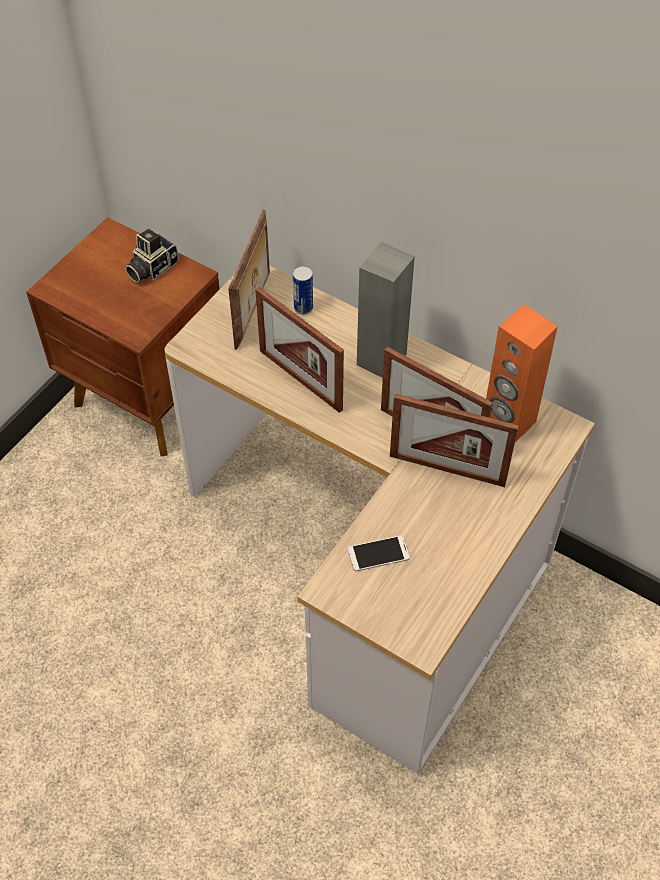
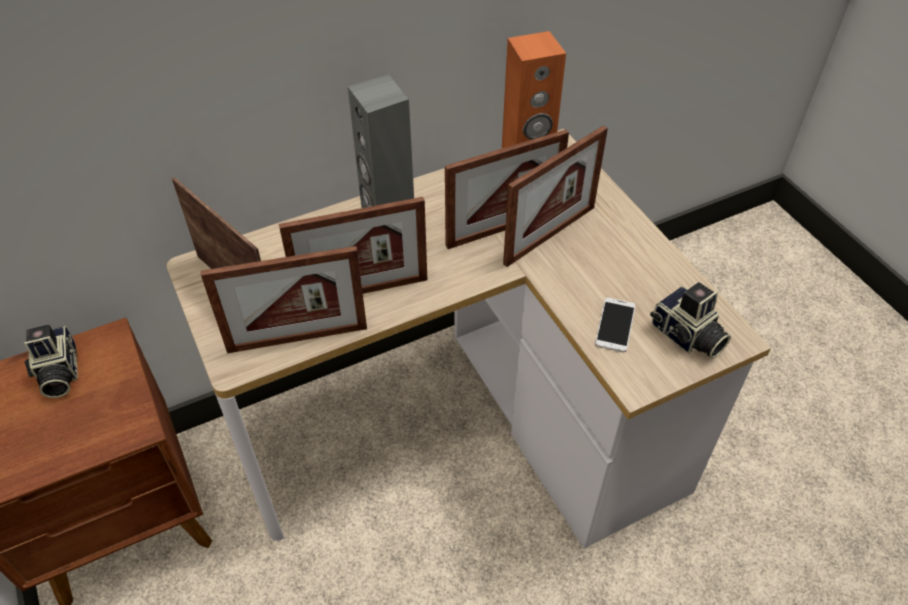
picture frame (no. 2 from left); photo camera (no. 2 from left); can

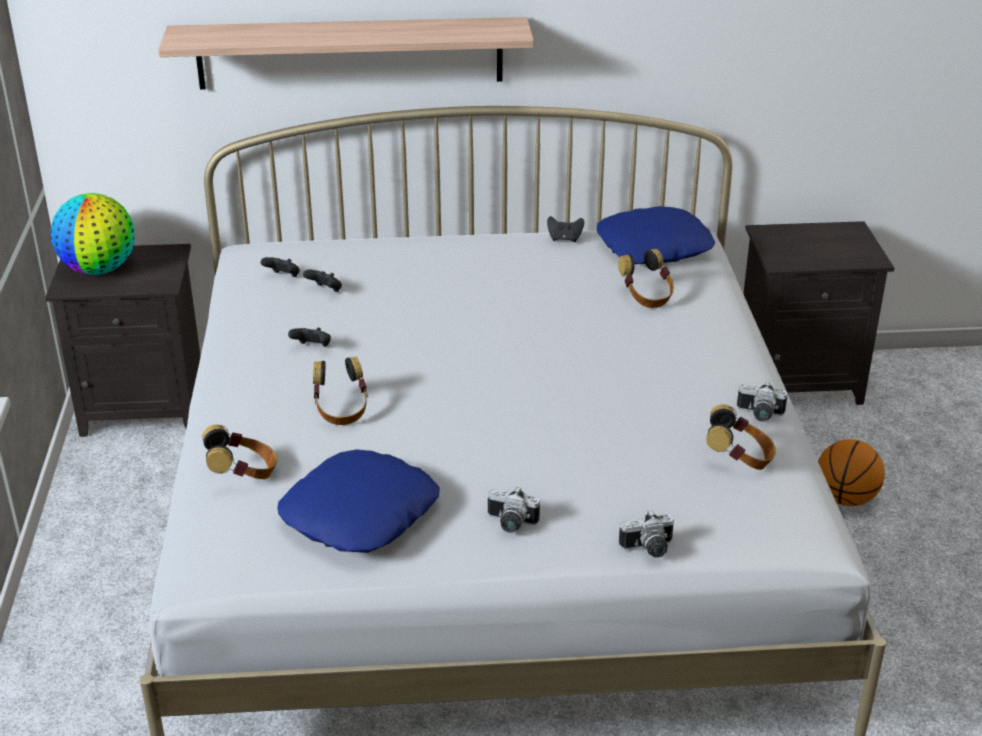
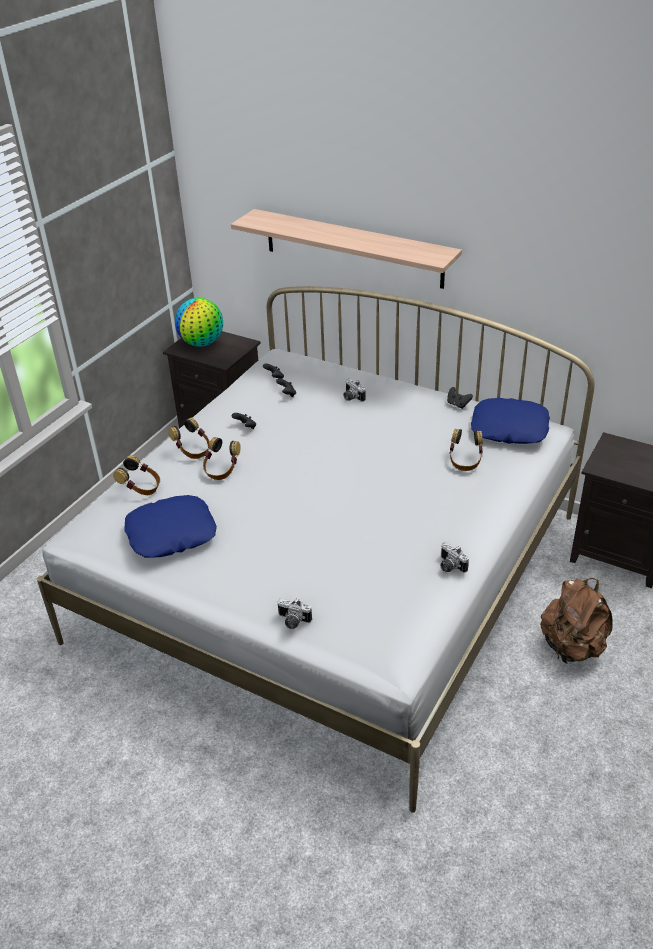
headphones (no. 2 from left); photo camera (no. 2 from left); backpack/brown

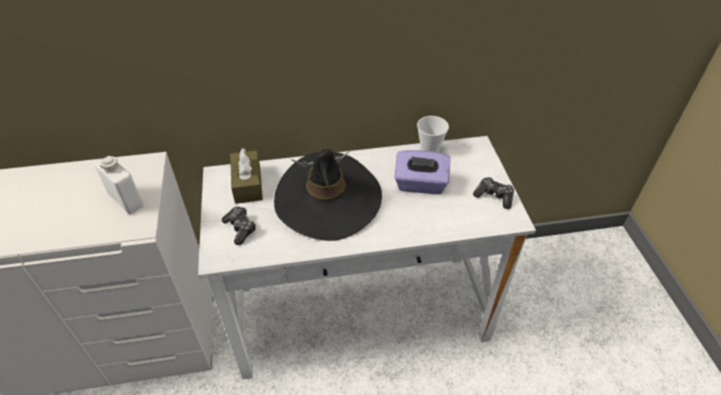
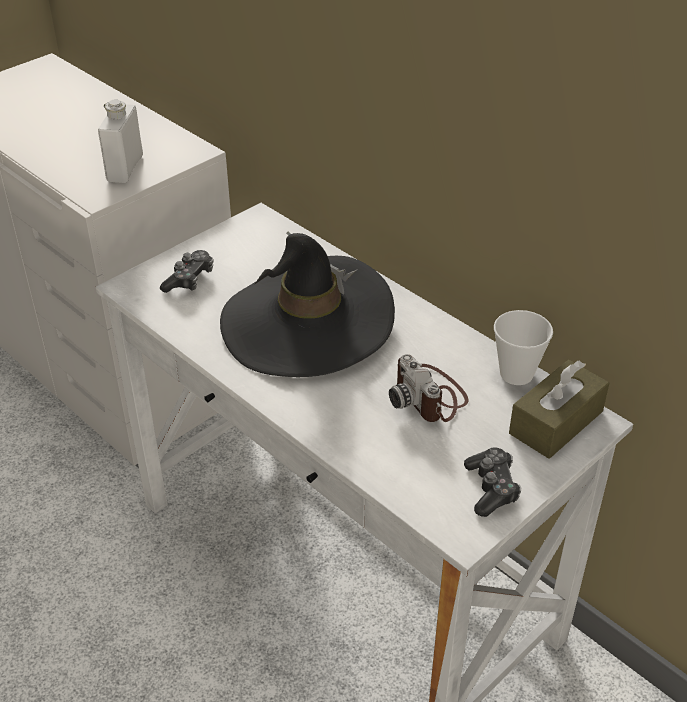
photo camera; tissue box/brown

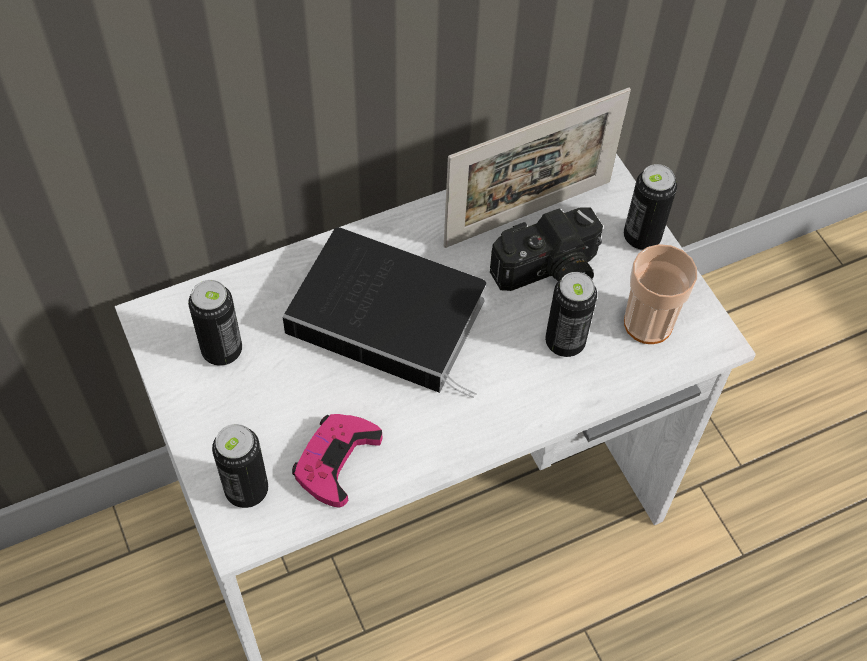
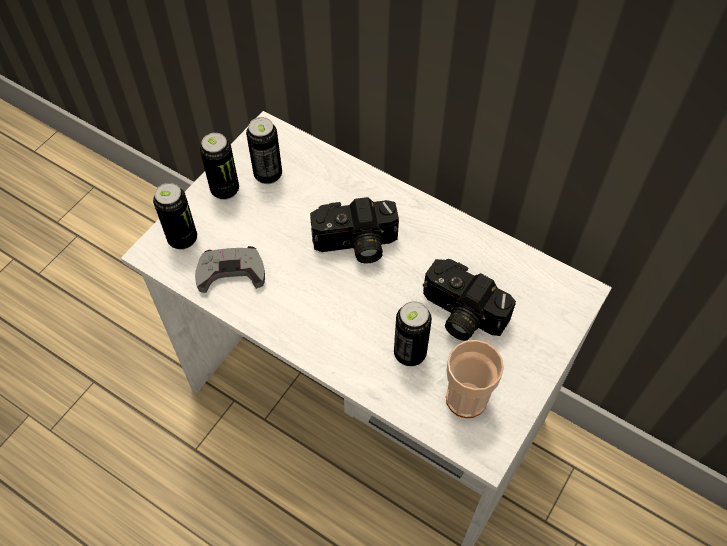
game controller/grey; can (no. 2 from left); photo camera (no. 1 from left); picture frame

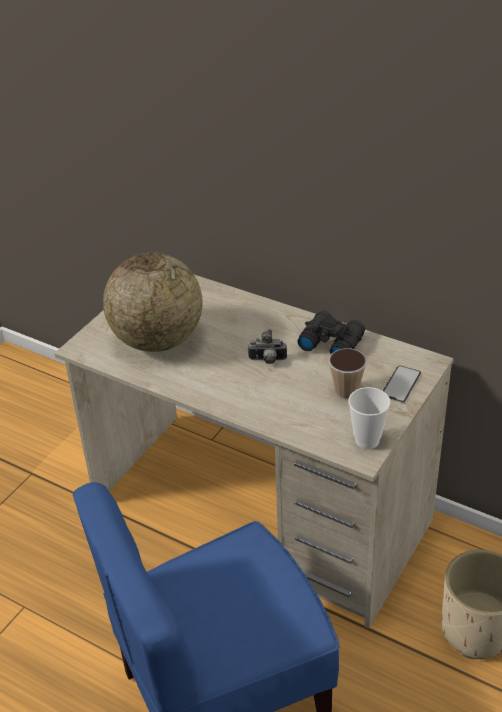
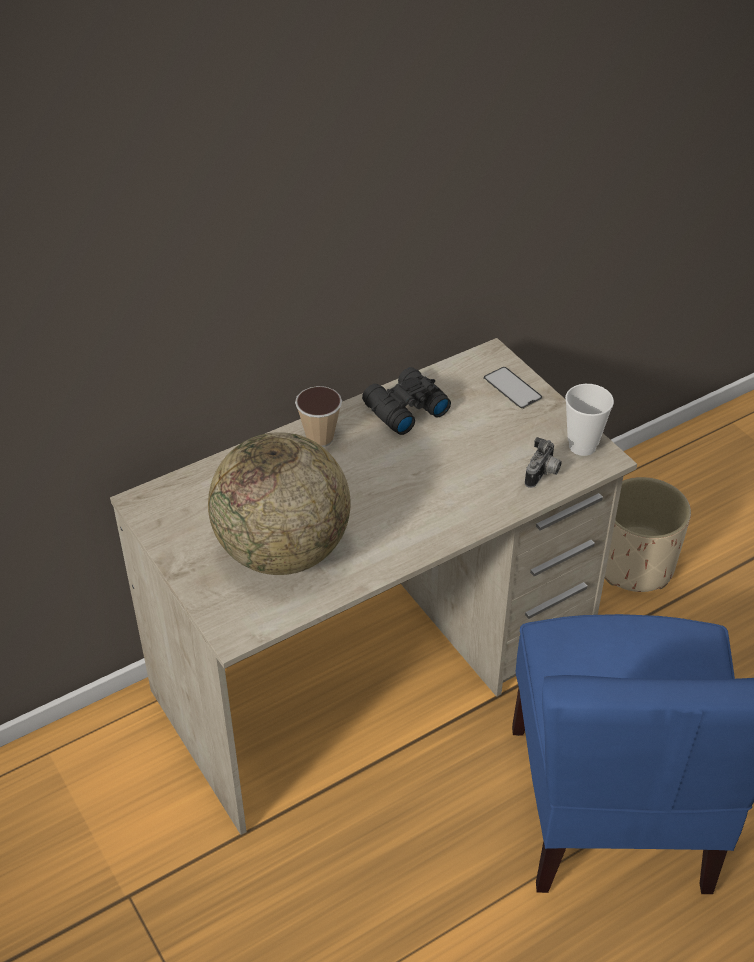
cup (no. 1 from left); photo camera

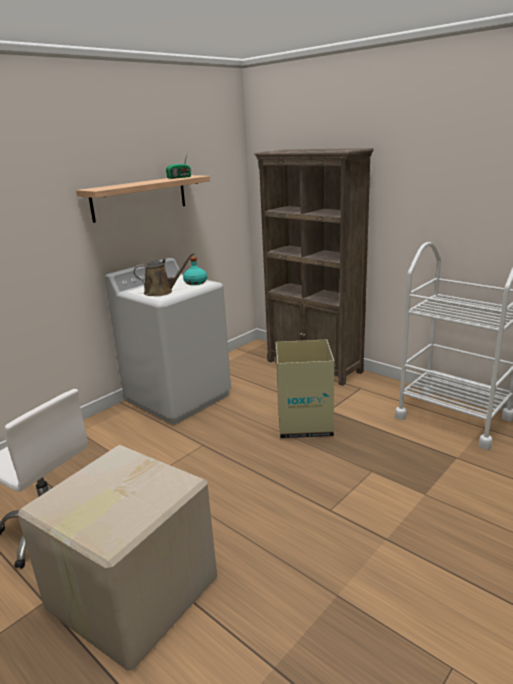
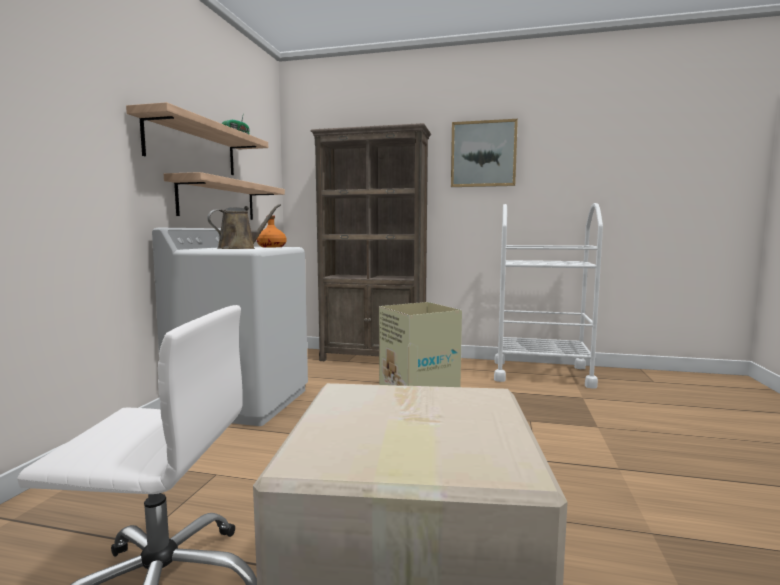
shelf (no. 2 from left); bottle/orange; picture

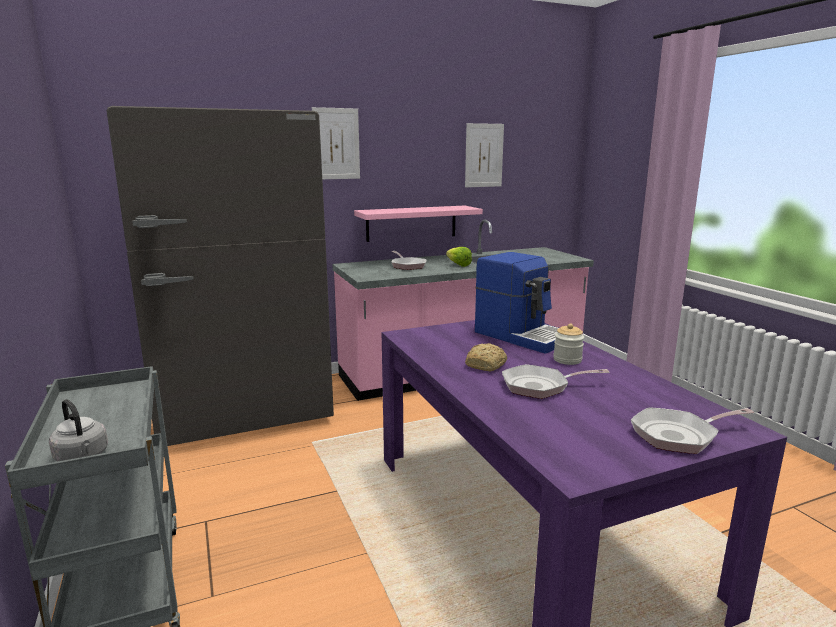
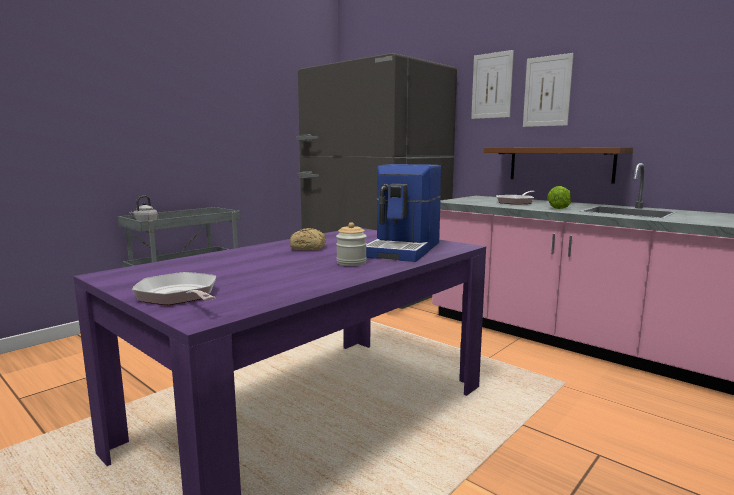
shelf/brown; picture (no. 2 from left); frying pan (no. 2 from left in the first image)

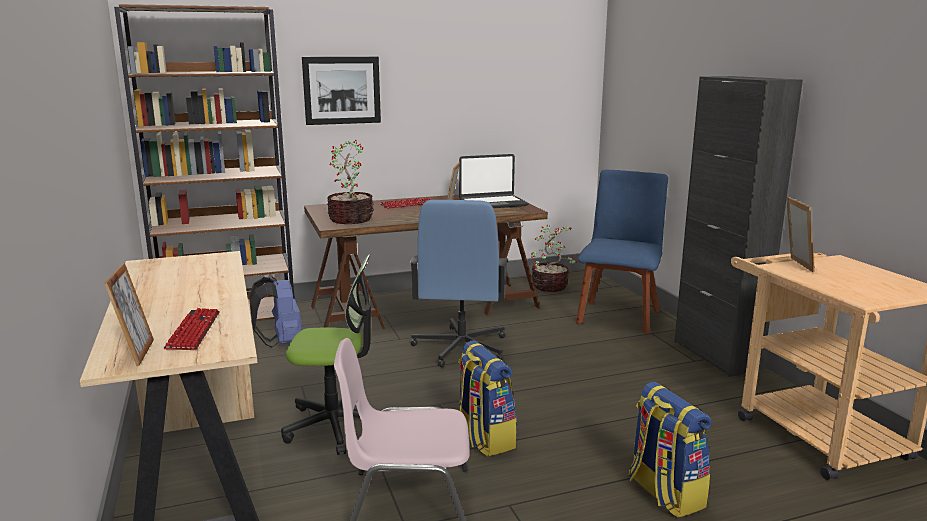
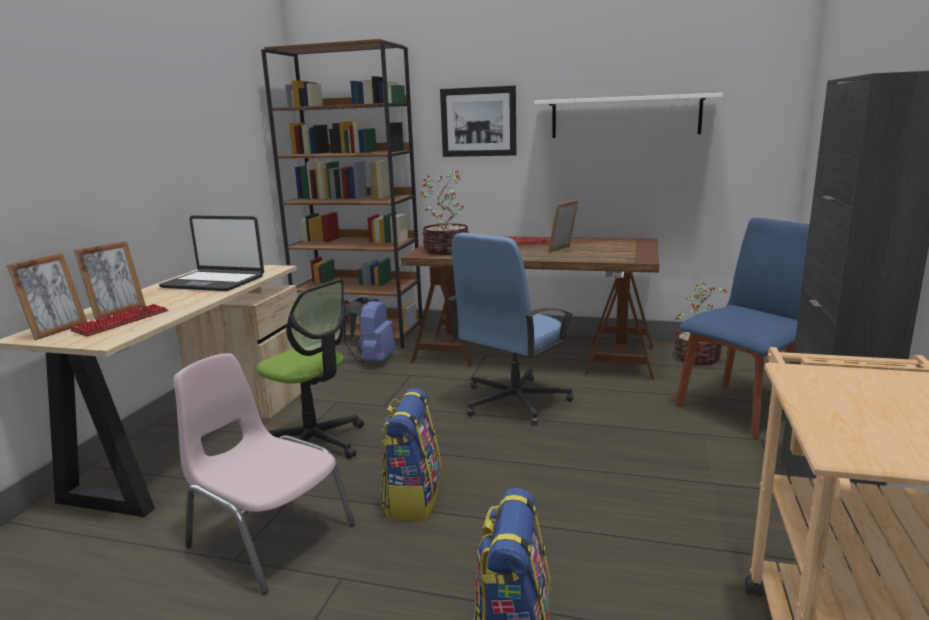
picture frame (no. 2 from left); laptop; shelf/white

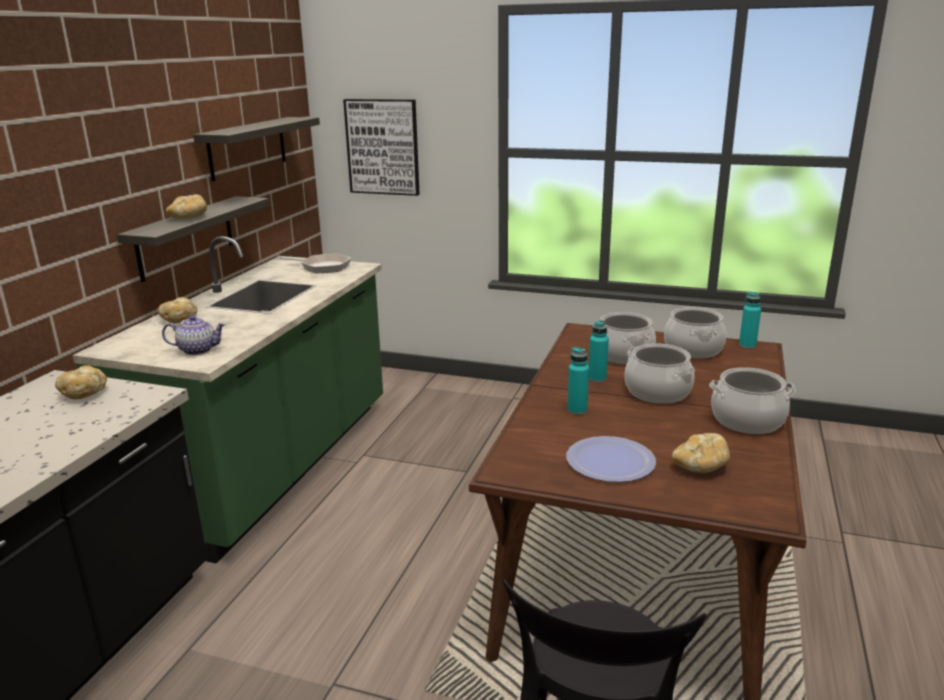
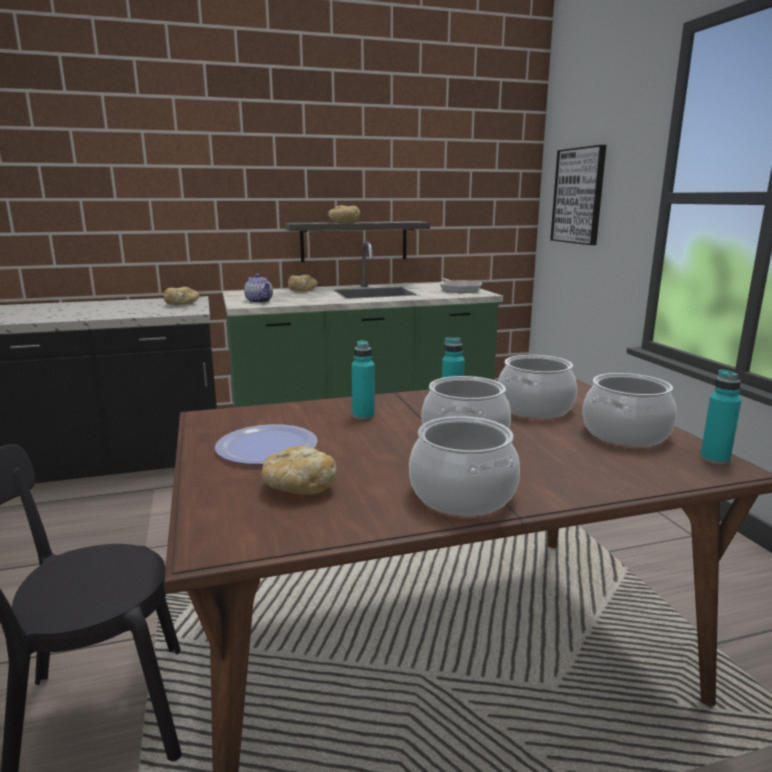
shelf (no. 2 from left in the first image)

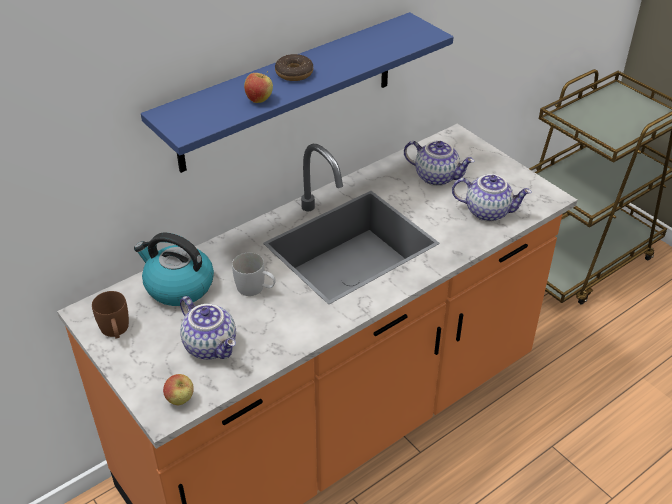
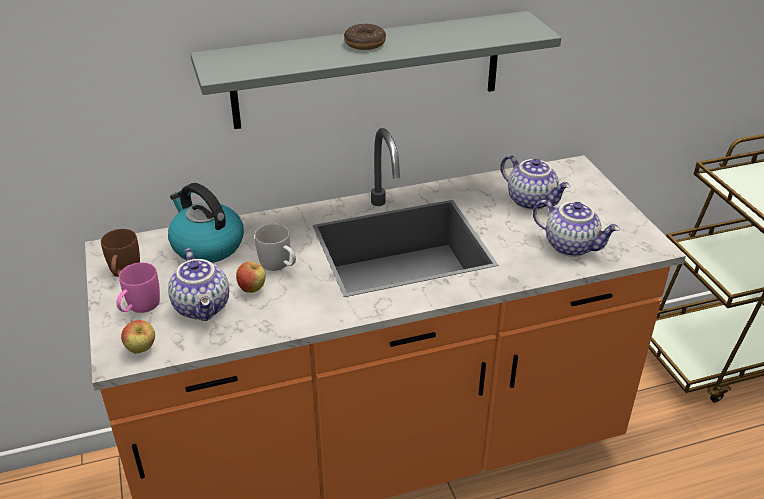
mug/pink; shelf/grey; apple (no. 2 from left)

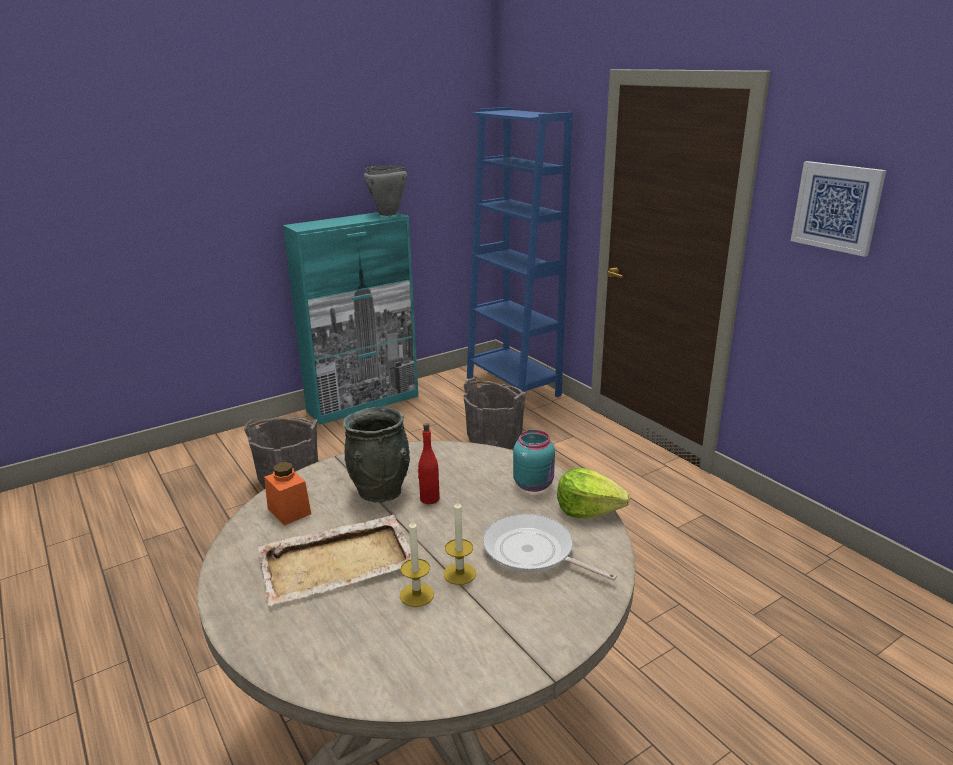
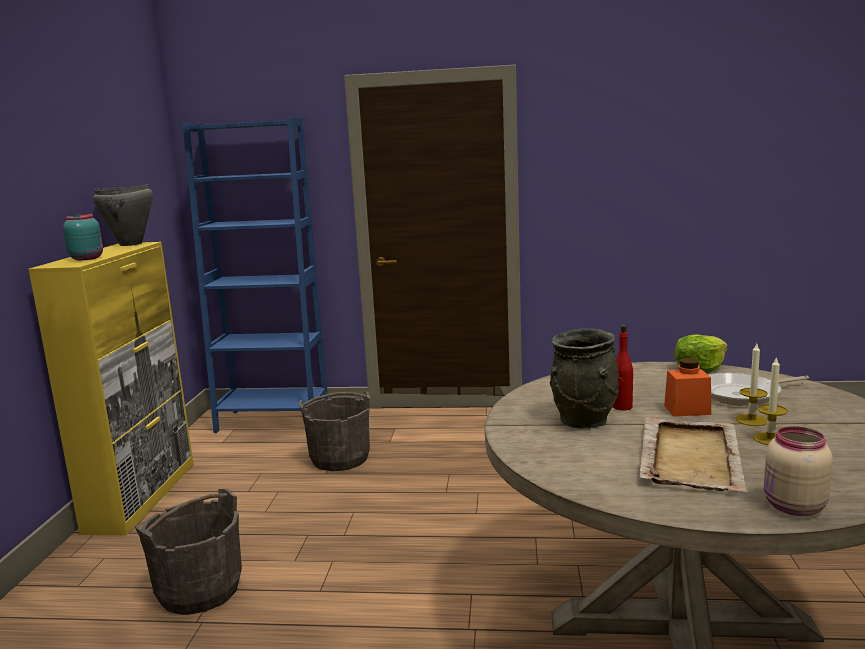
cabinet/yellow; jar/turquoise; jar/orange; jar/beige; picture

